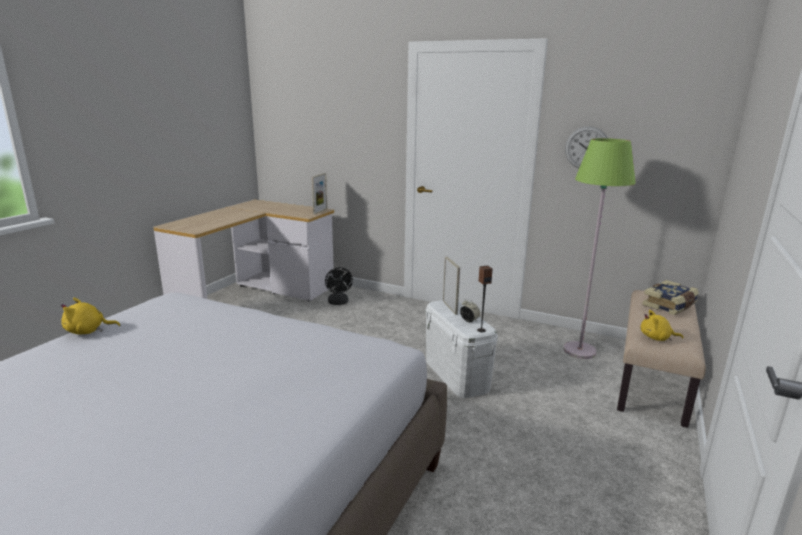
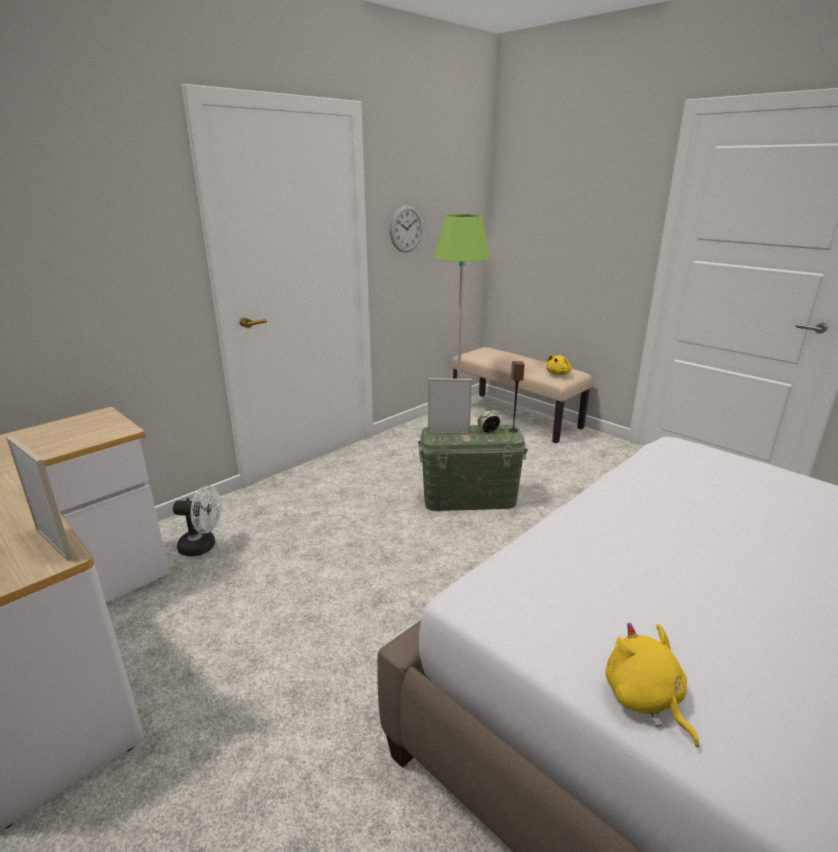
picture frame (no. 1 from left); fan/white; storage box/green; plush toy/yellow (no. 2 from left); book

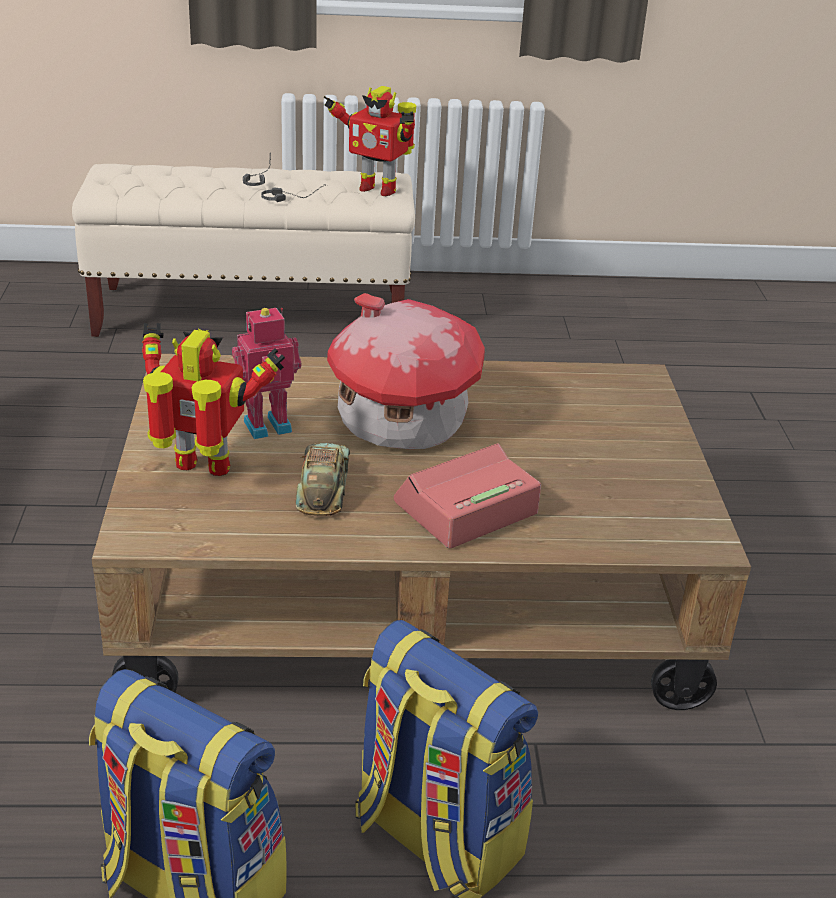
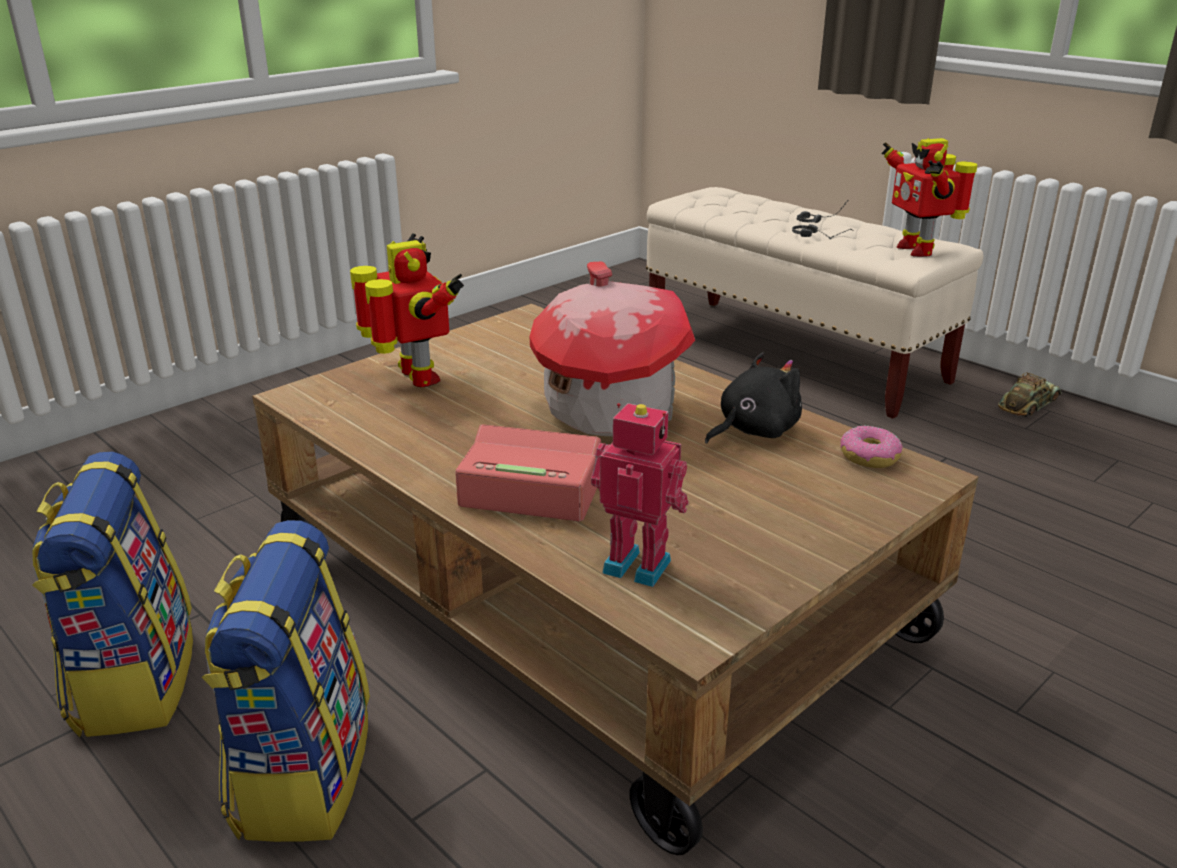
toy robot (no. 2 from left); plush toy/black; donut; toy car

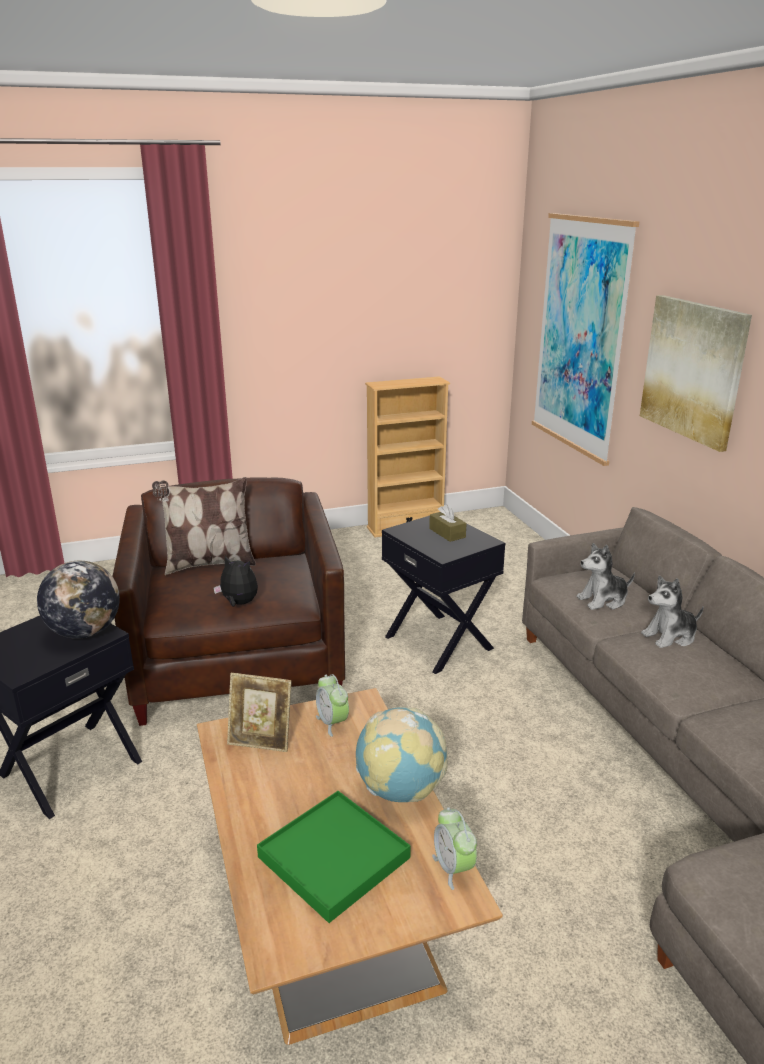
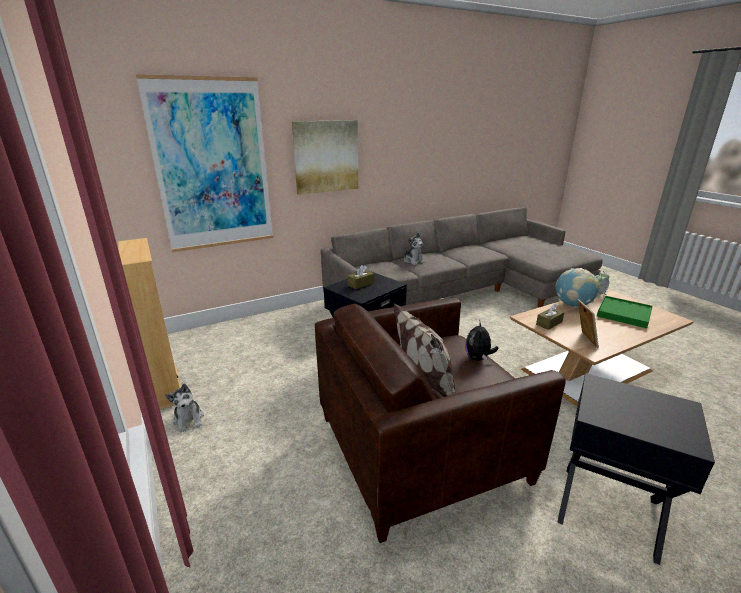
plush toy (no. 1 from left); tissue box/brown (no. 2 from left); globe (no. 1 from left in the first image)

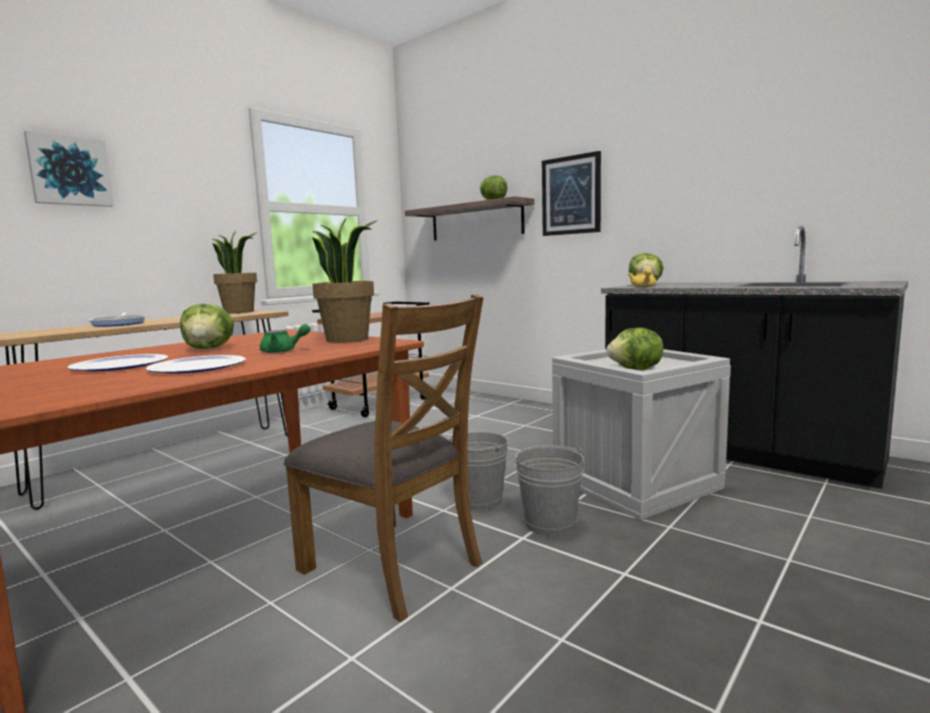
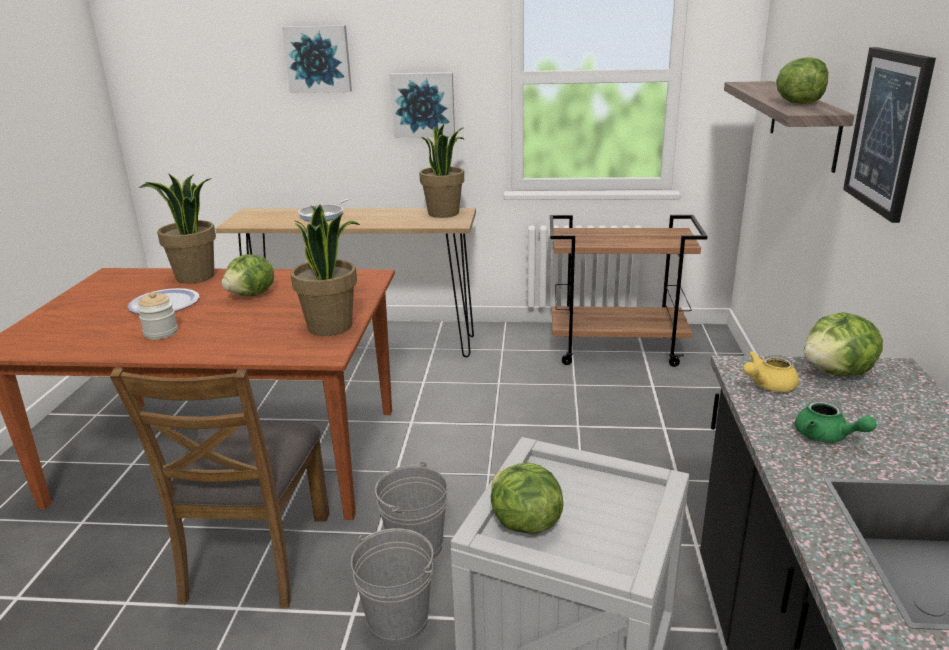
jar; potted plant (no. 1 from left); picture (no. 2 from left); teapot/green

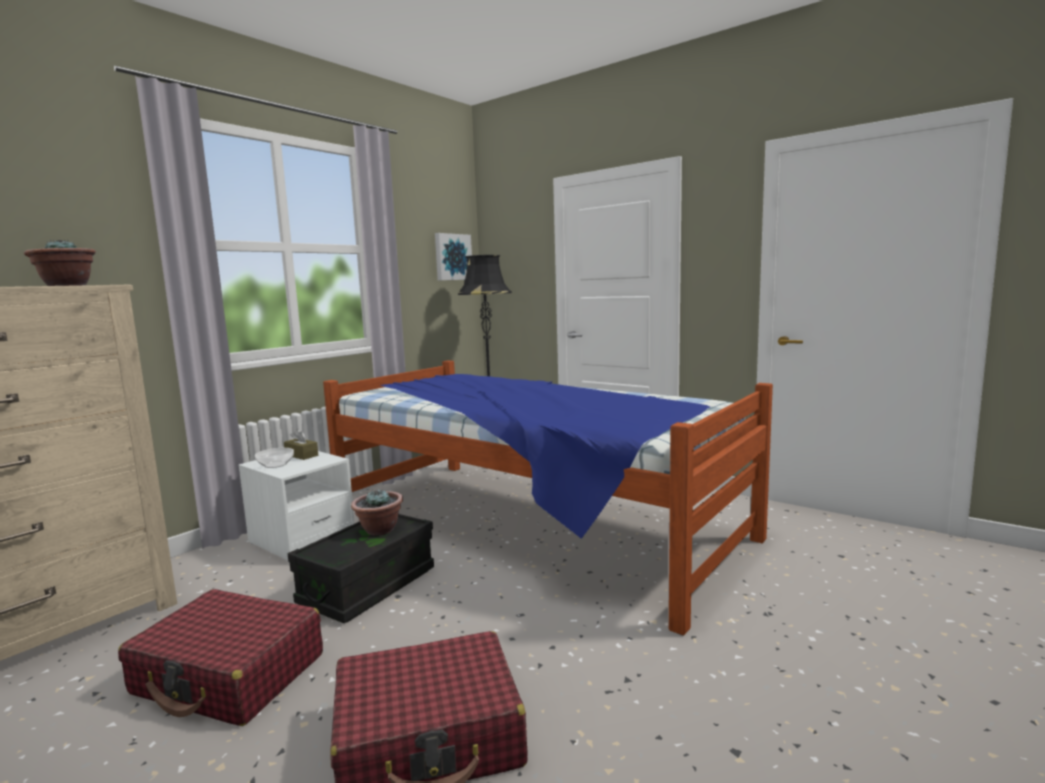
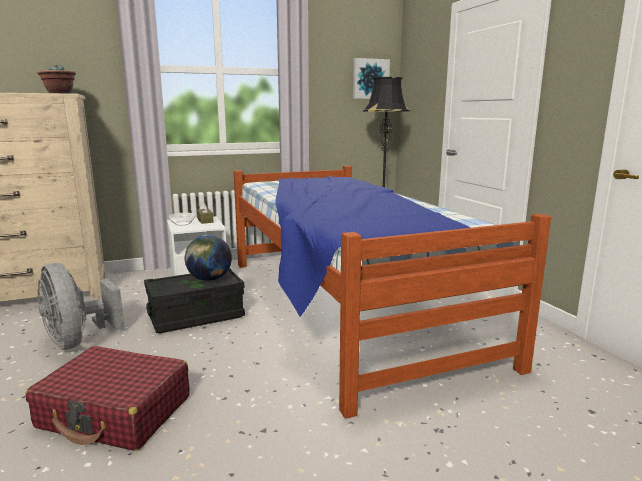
fan/grey; globe

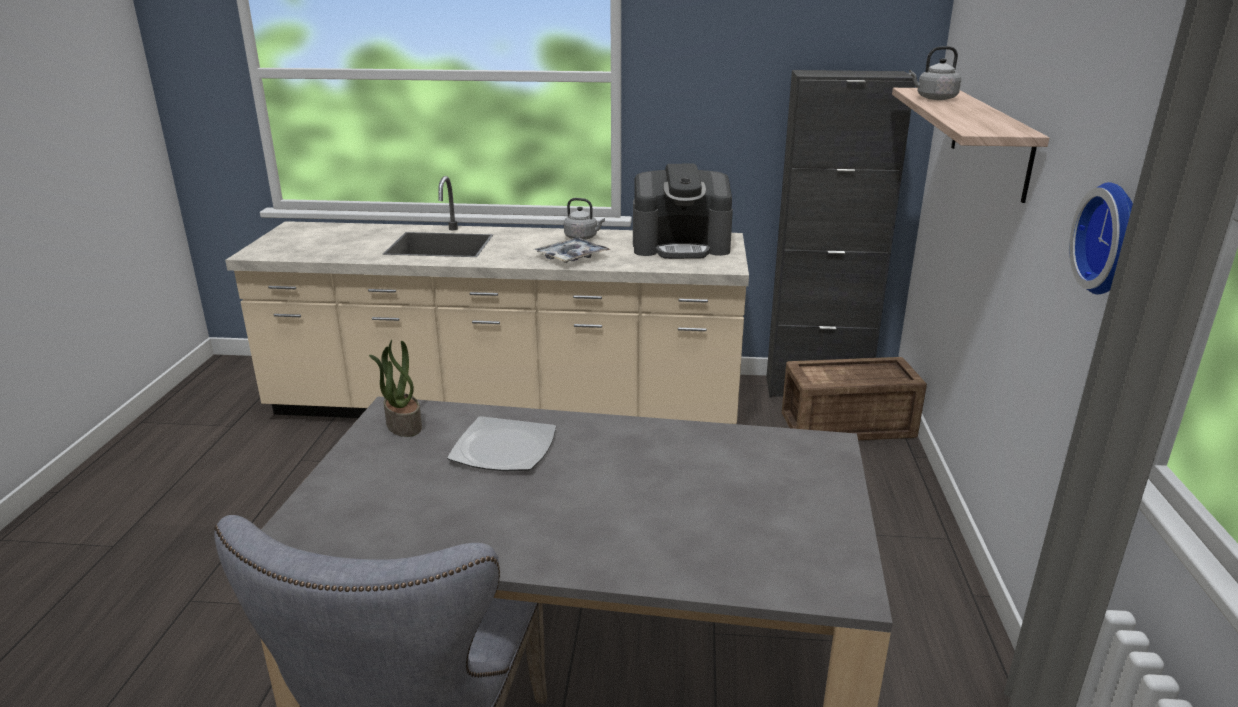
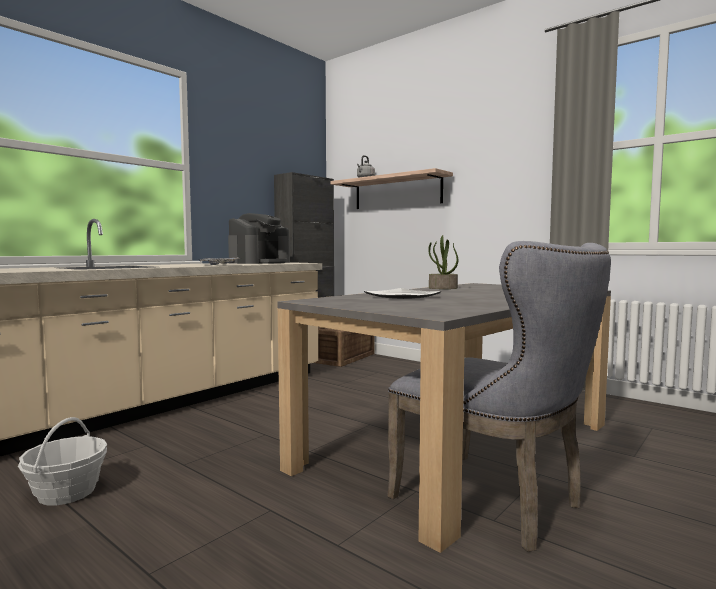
basket; potted plant; kettle/grey (no. 1 from left in the first image); wall clock

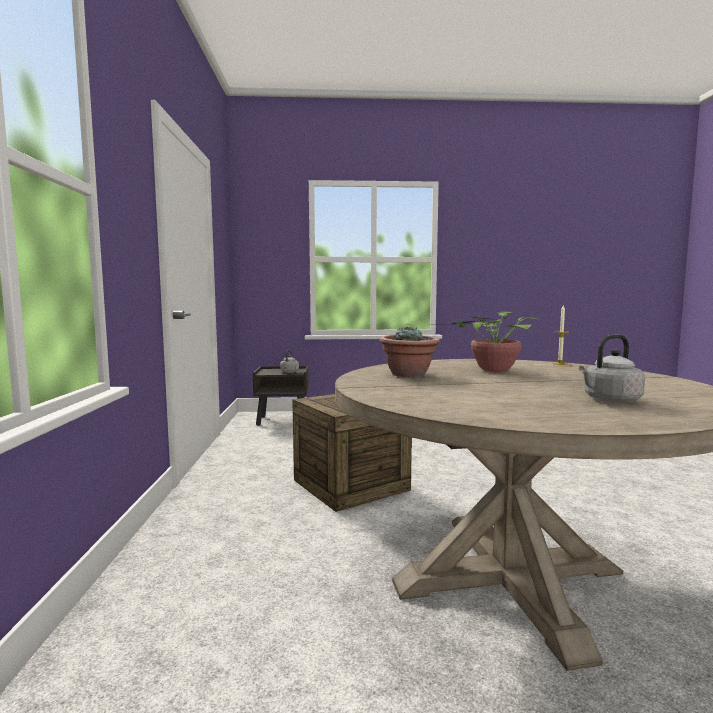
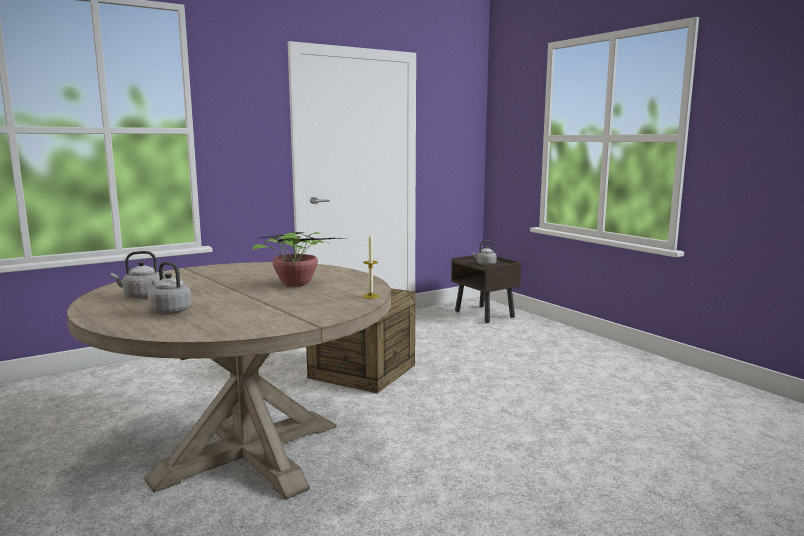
kettle/grey (no. 1 from left); potted plant (no. 1 from left in the first image)

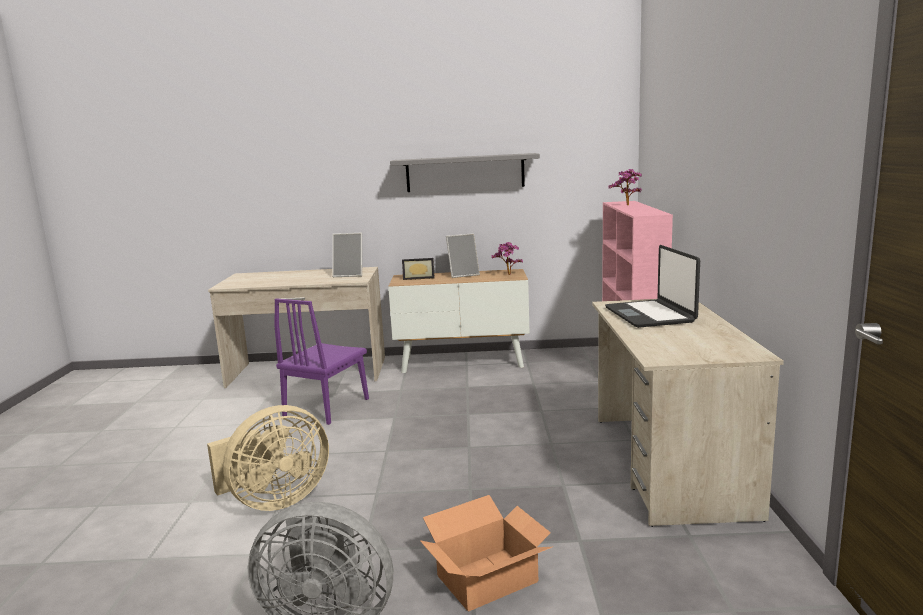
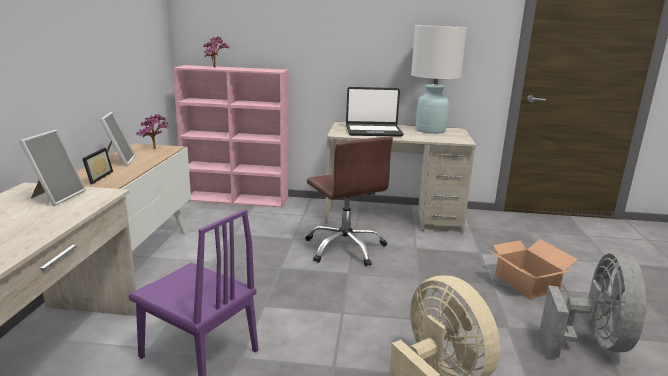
office chair/brown; table lamp/white; shelf/grey

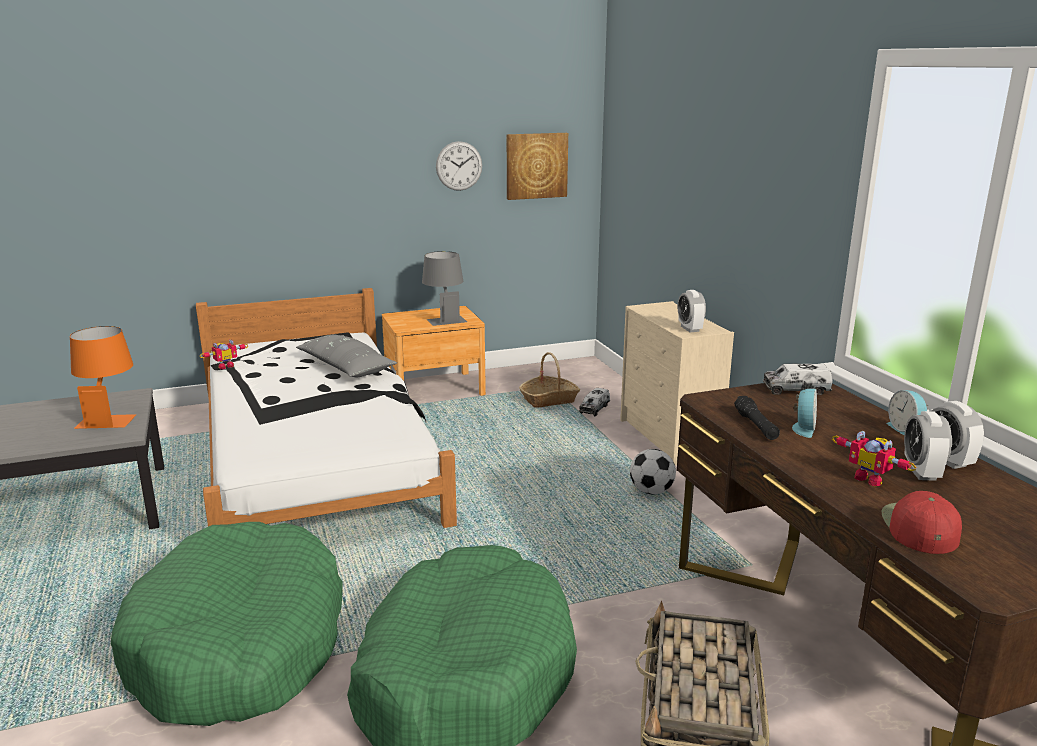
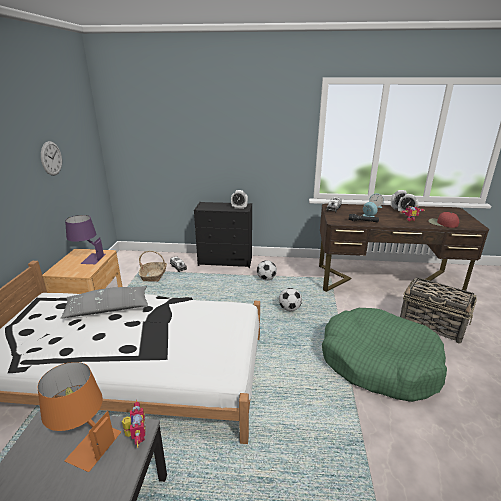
table lamp/purple; toy robot (no. 1 from left); dresser/black; football (no. 2 from left); dog bed/green (no. 1 from left in the first image); picture

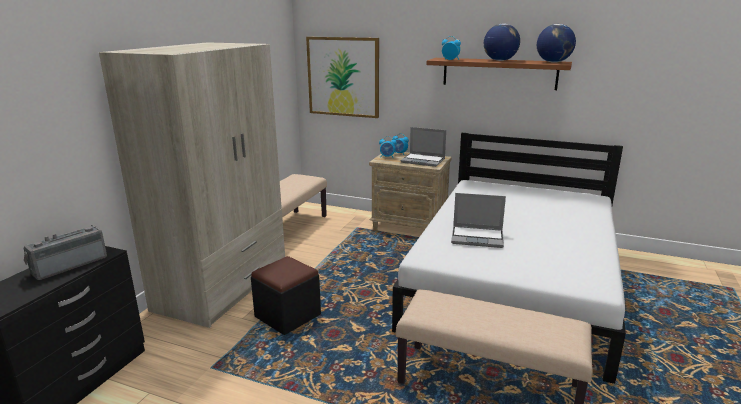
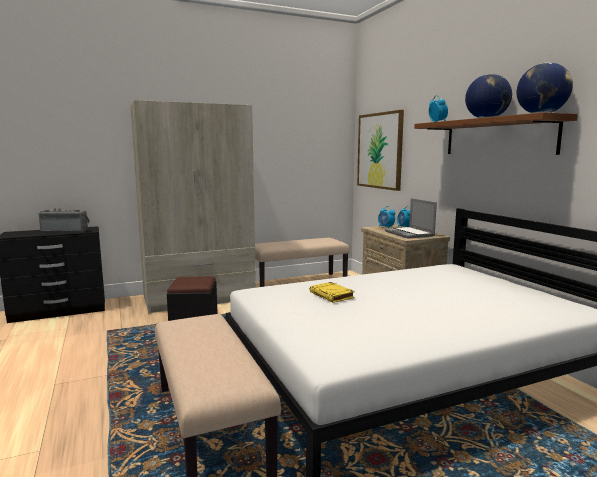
book/yellow

